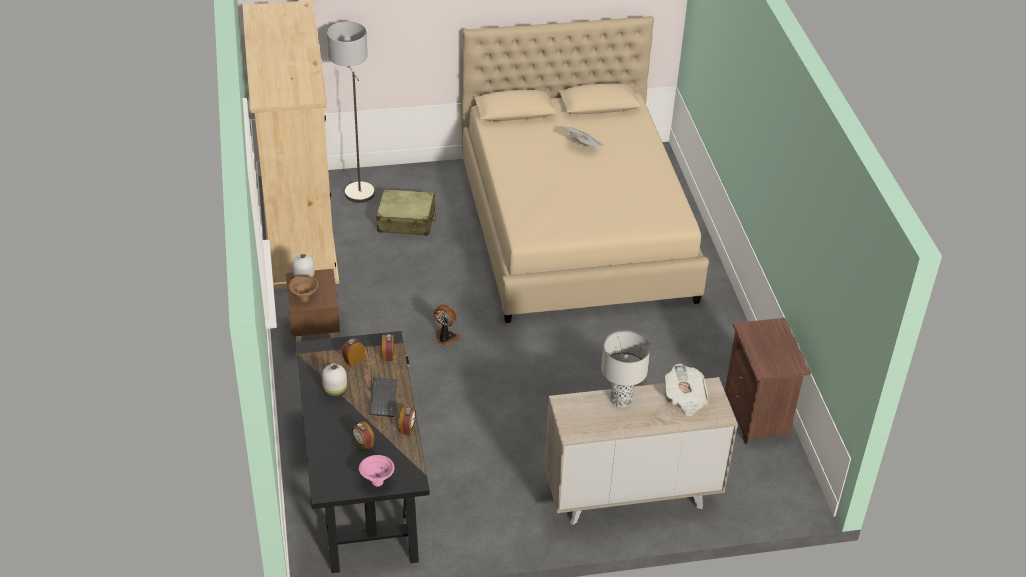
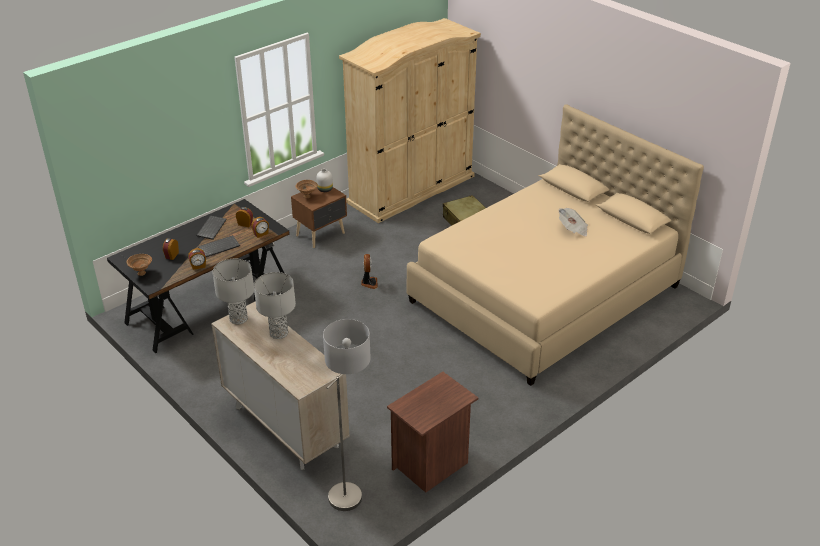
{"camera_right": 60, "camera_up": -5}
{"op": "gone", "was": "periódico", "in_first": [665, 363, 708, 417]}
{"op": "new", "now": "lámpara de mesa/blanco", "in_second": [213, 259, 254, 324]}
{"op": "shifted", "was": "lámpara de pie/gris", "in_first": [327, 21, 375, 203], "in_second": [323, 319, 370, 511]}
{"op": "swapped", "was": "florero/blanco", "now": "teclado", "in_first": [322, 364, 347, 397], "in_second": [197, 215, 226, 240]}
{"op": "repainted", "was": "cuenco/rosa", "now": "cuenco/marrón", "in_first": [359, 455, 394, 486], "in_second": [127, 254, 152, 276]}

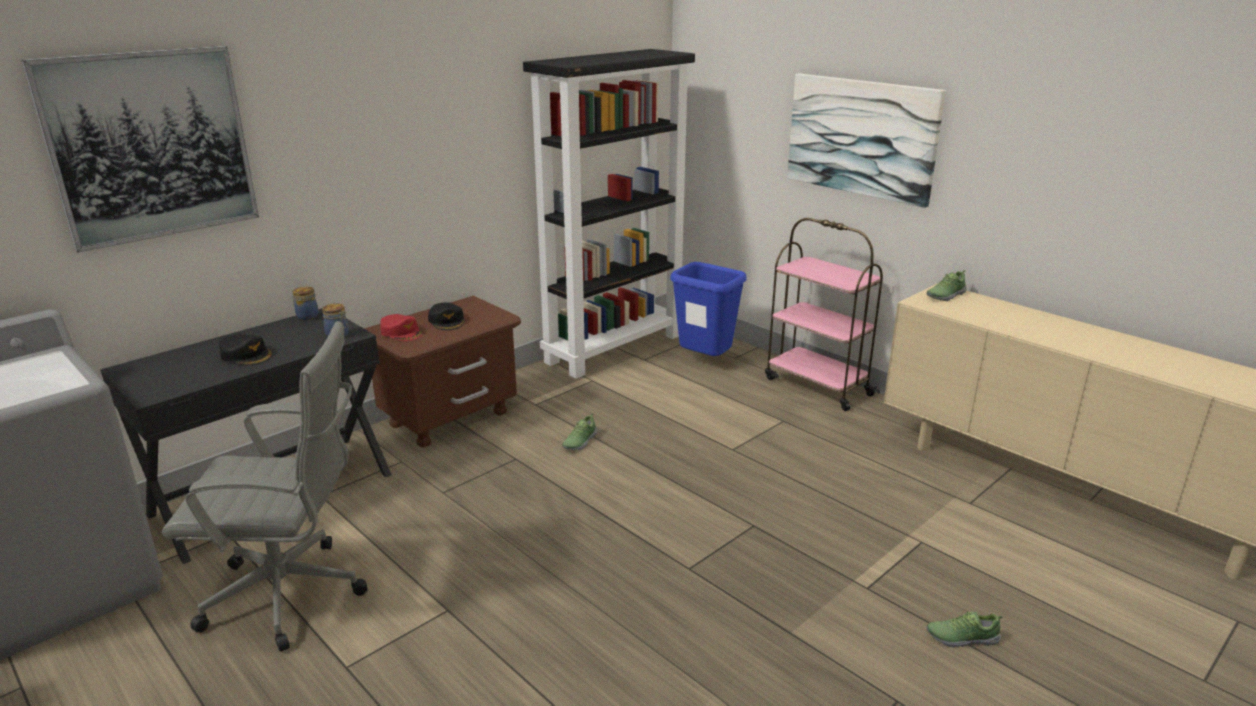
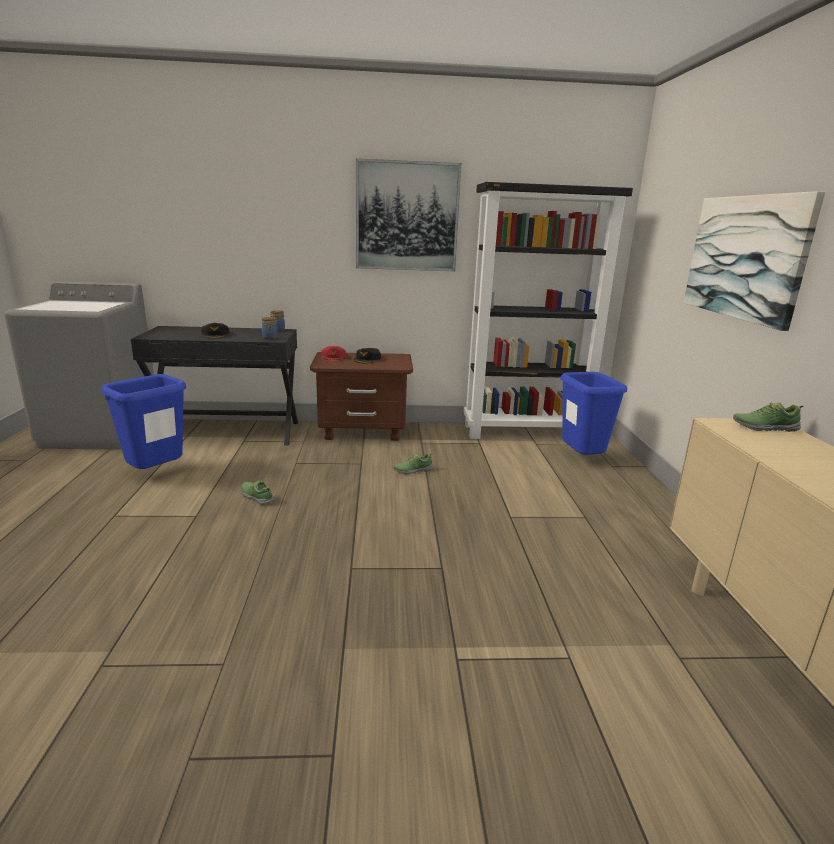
{"camera_right": 40, "camera_up": -5}
{"op": "gone", "was": "carrito/rosa", "in_first": [765, 218, 883, 411]}
{"op": "shifted", "was": "cuadro", "in_first": [21, 46, 259, 253], "in_second": [356, 158, 461, 271]}
{"op": "shifted", "was": "zapato", "in_first": [927, 611, 1003, 648], "in_second": [241, 480, 274, 505]}
{"op": "swapped", "was": "silla de oficina/gris", "now": "papelera/azul", "in_first": [162, 321, 367, 652], "in_second": [101, 374, 186, 469]}

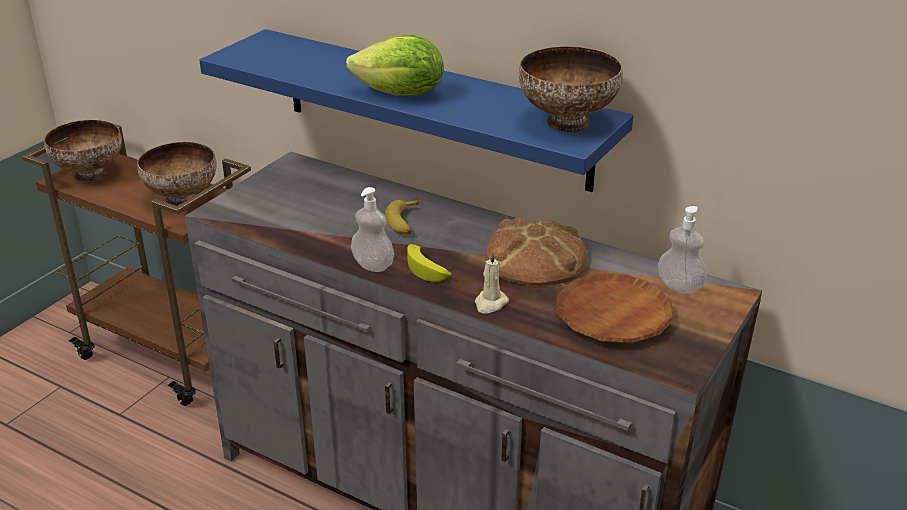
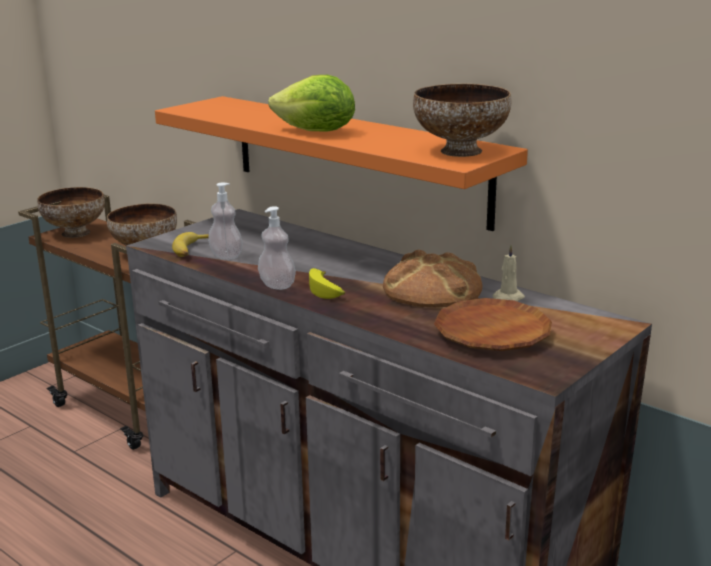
{"camera_right": 10, "camera_up": -10}
{"op": "shifted", "was": "plátano", "in_first": [385, 200, 419, 235], "in_second": [172, 232, 209, 257]}
{"op": "shifted", "was": "vela/beis", "in_first": [475, 250, 509, 314], "in_second": [493, 245, 525, 302]}
{"op": "shifted", "was": "dispensador de jabón", "in_first": [658, 206, 707, 294], "in_second": [208, 183, 243, 260]}
{"op": "repainted", "was": "estante/azul", "now": "estante/naranja", "in_first": [199, 29, 633, 192], "in_second": [155, 96, 528, 231]}

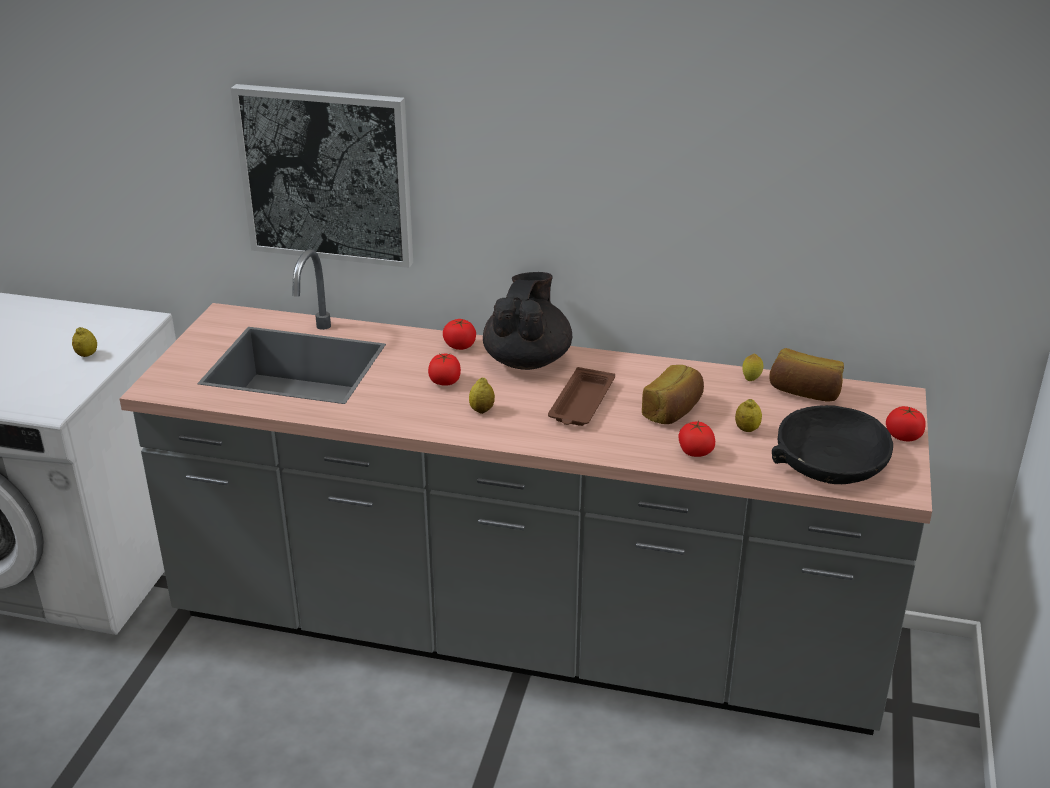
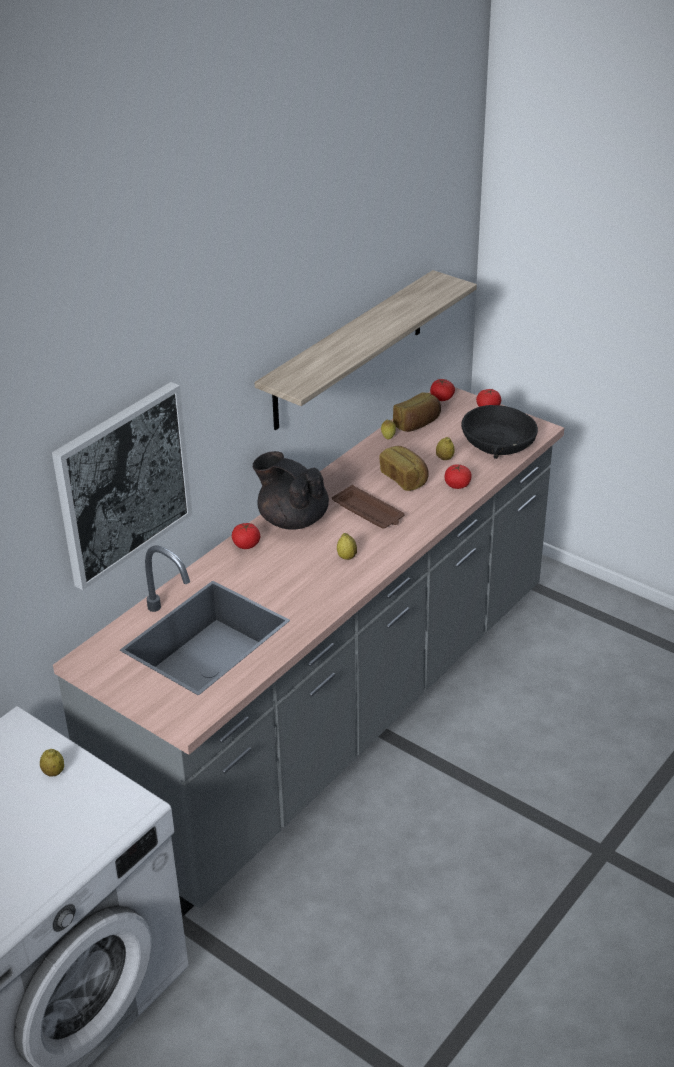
{"camera_right": -65, "camera_up": 5}
{"op": "new", "now": "estante", "in_second": [254, 270, 477, 430]}
{"op": "shifted", "was": "tomate", "in_first": [428, 354, 461, 386], "in_second": [430, 379, 455, 401]}

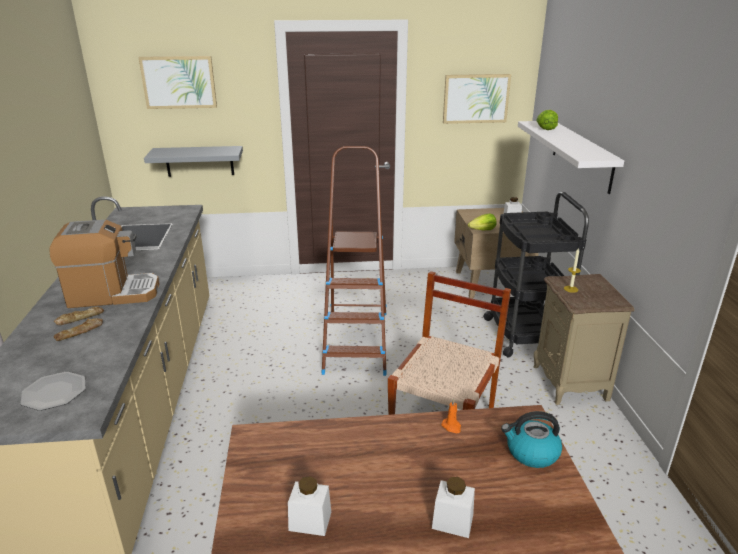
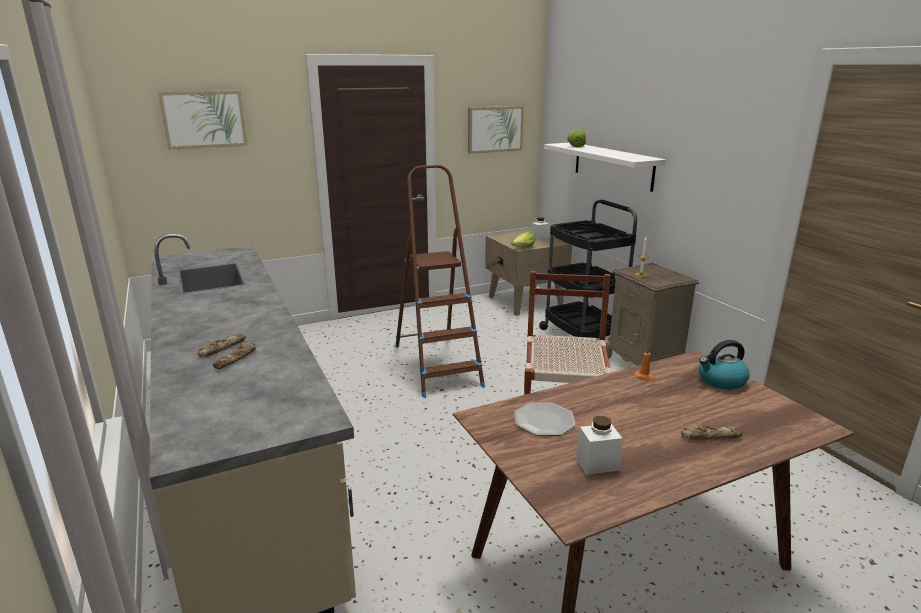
{"camera_right": -20, "camera_up": -5}
{"op": "gone", "was": "cafetera", "in_first": [50, 220, 160, 308]}
{"op": "gone", "was": "estante/gris", "in_first": [144, 146, 243, 177]}
{"op": "shifted", "was": "plato", "in_first": [21, 372, 86, 411], "in_second": [514, 402, 576, 436]}
{"op": "swapped", "was": "tarro/blanco", "now": "pan", "in_first": [432, 477, 475, 538], "in_second": [681, 426, 742, 440]}

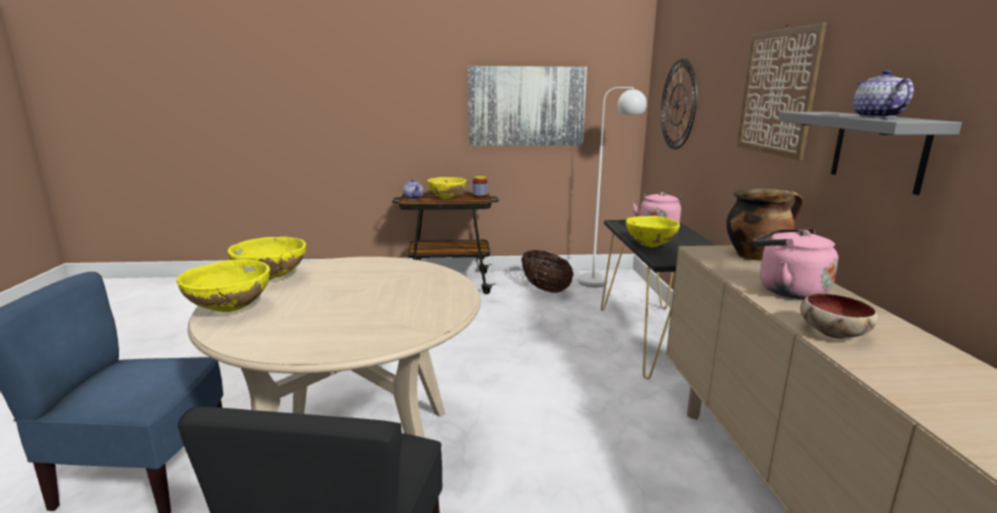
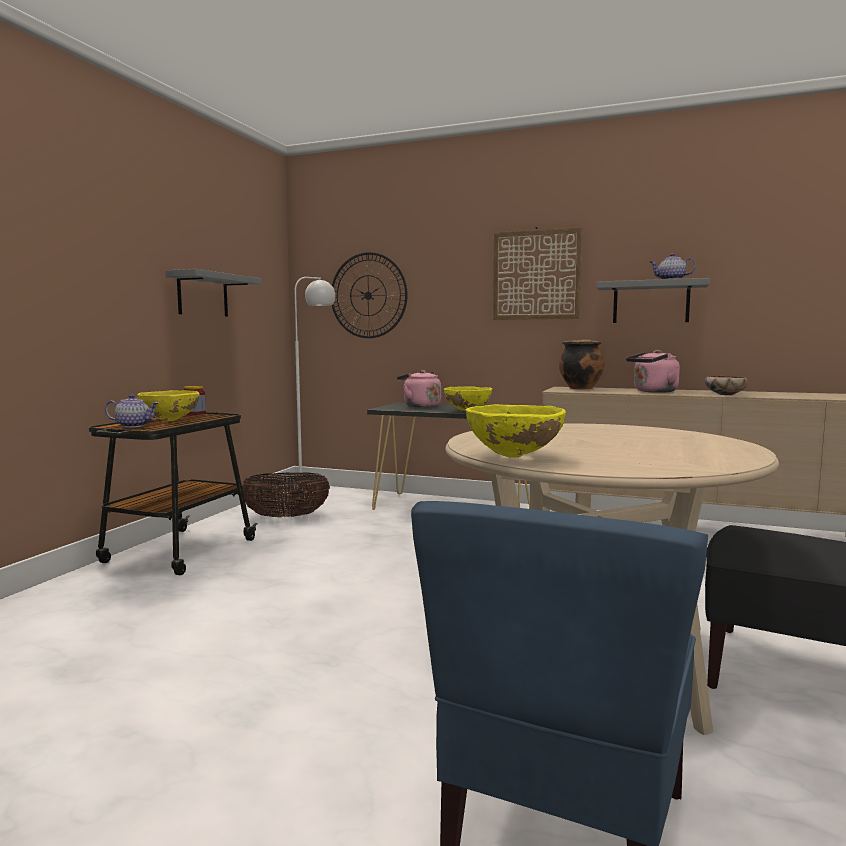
{"camera_right": -65, "camera_up": -10}
{"op": "gone", "was": "cuenco/amarillo", "in_first": [176, 259, 270, 312]}
{"op": "swapped", "was": "cuadro", "now": "estante/gris", "in_first": [468, 66, 587, 146], "in_second": [165, 269, 262, 317]}

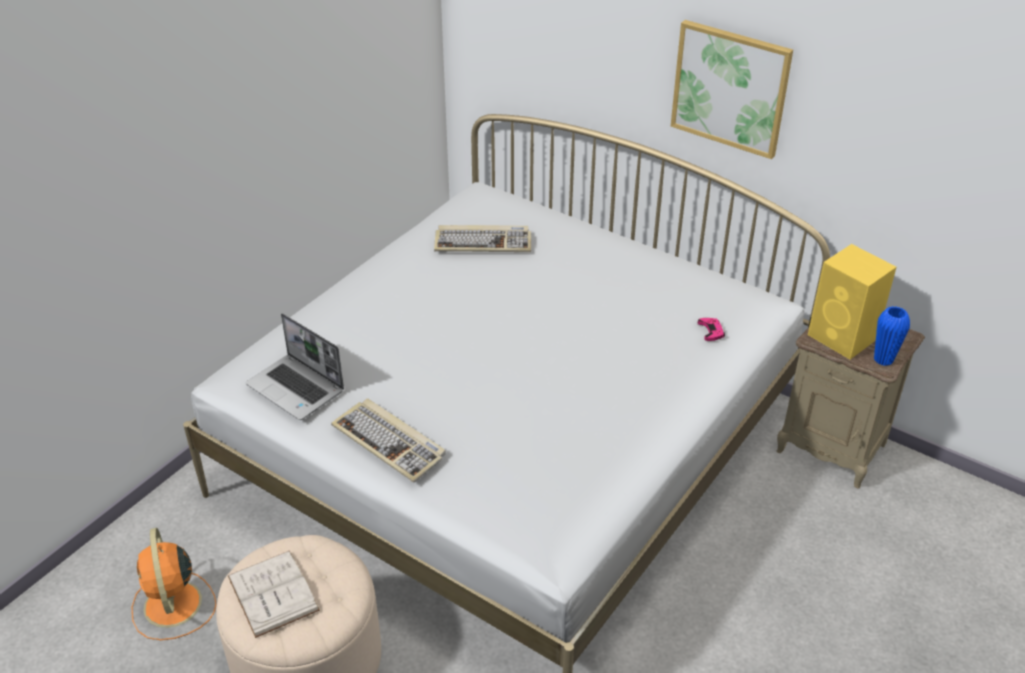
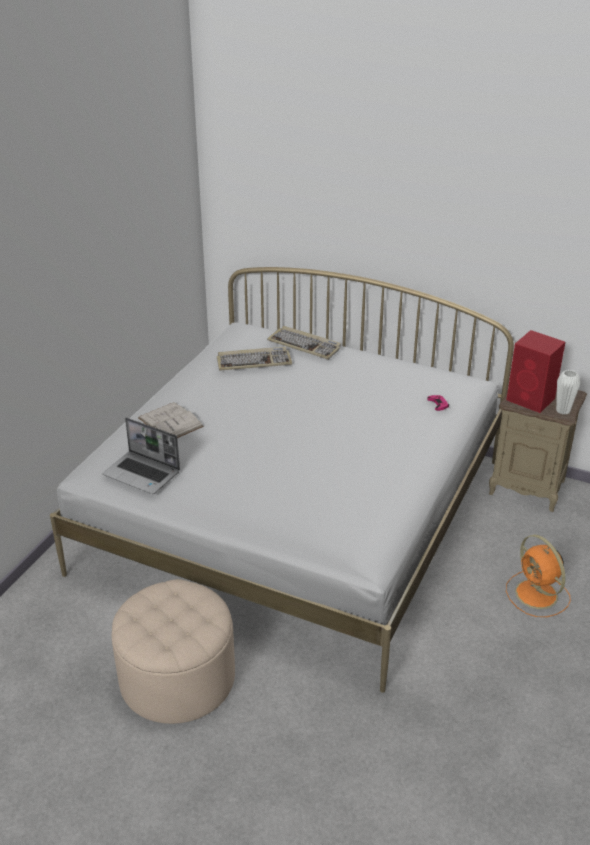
{"camera_right": -10, "camera_up": -5}
{"op": "gone", "was": "cuadro", "in_first": [671, 20, 793, 159]}
{"op": "shifted", "was": "ventilador/naranja", "in_first": [132, 528, 216, 640], "in_second": [506, 535, 571, 617]}
{"op": "shifted", "was": "libro/blanco", "in_first": [228, 551, 320, 638], "in_second": [138, 402, 204, 438]}
{"op": "shifted", "was": "teclado", "in_first": [331, 398, 446, 483], "in_second": [267, 326, 341, 360]}
{"op": "repainted", "was": "altavoz/amarillo", "now": "altavoz/rojo", "in_first": [808, 244, 897, 359], "in_second": [506, 330, 565, 413]}
{"op": "repainted", "was": "florero/azul", "now": "florero/blanco", "in_first": [874, 306, 910, 366], "in_second": [556, 370, 580, 415]}

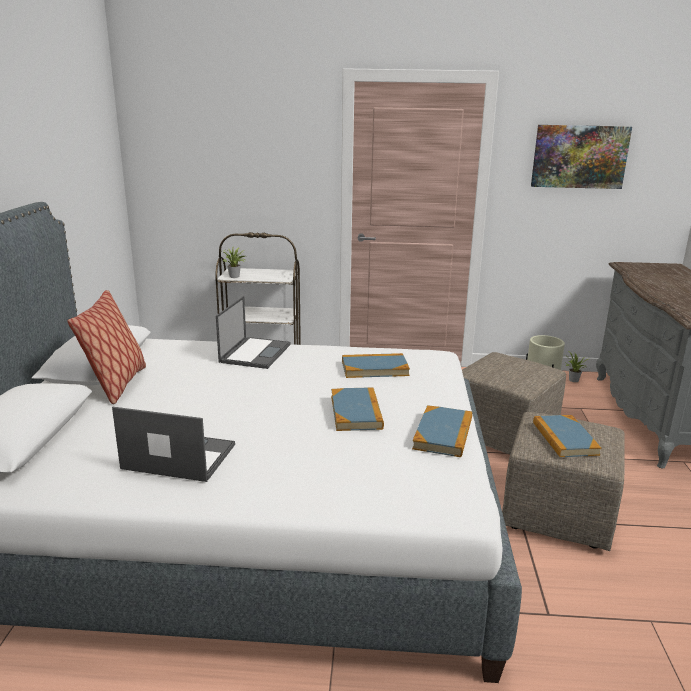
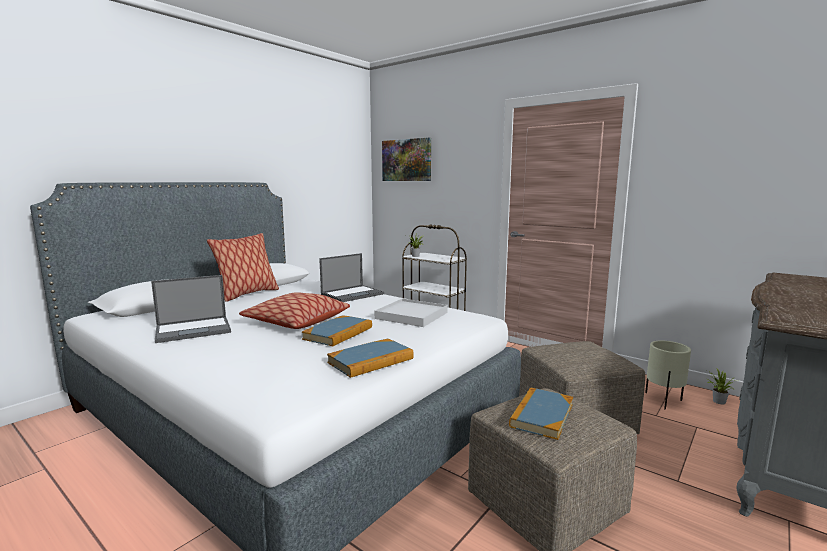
{"camera_right": 35, "camera_up": -10}
{"op": "new", "now": "cojín", "in_second": [239, 292, 350, 329]}
{"op": "shifted", "was": "cuadro", "in_first": [531, 125, 632, 189], "in_second": [382, 138, 431, 181]}
{"op": "swapped", "was": "libro", "now": "bandeja/blanco", "in_first": [342, 353, 410, 378], "in_second": [375, 299, 448, 327]}
{"op": "rotated", "was": "portátil", "in_first": [112, 407, 235, 482], "in_second": [151, 275, 231, 343], "clockwise": 105}

